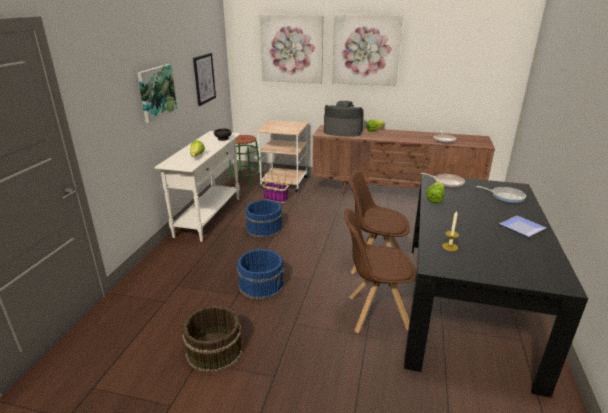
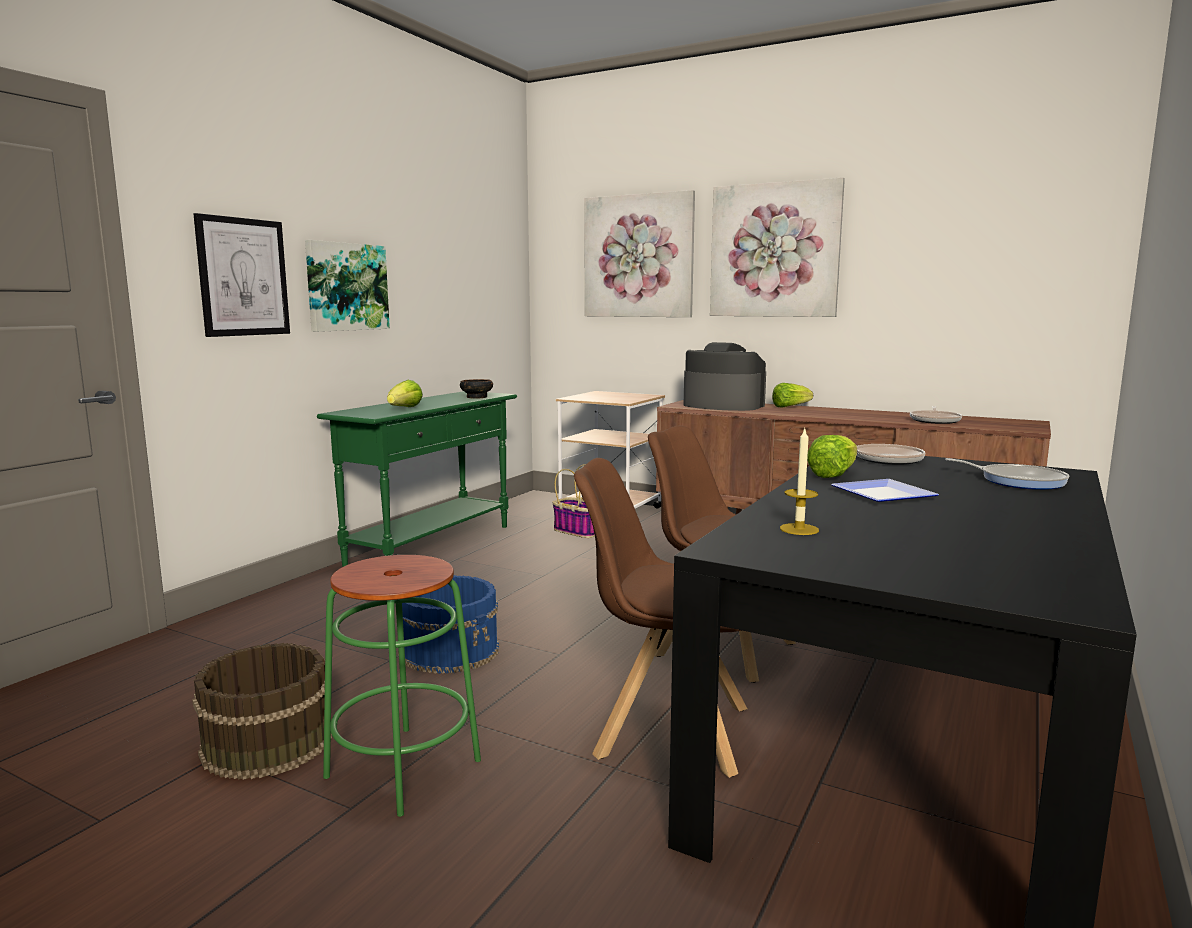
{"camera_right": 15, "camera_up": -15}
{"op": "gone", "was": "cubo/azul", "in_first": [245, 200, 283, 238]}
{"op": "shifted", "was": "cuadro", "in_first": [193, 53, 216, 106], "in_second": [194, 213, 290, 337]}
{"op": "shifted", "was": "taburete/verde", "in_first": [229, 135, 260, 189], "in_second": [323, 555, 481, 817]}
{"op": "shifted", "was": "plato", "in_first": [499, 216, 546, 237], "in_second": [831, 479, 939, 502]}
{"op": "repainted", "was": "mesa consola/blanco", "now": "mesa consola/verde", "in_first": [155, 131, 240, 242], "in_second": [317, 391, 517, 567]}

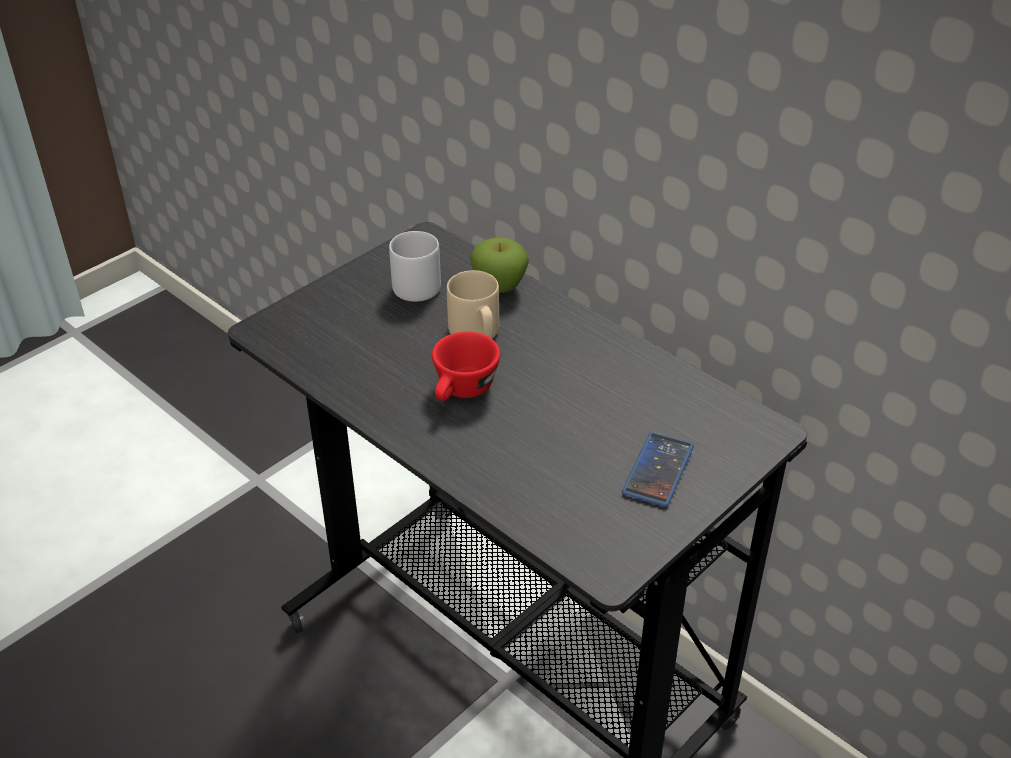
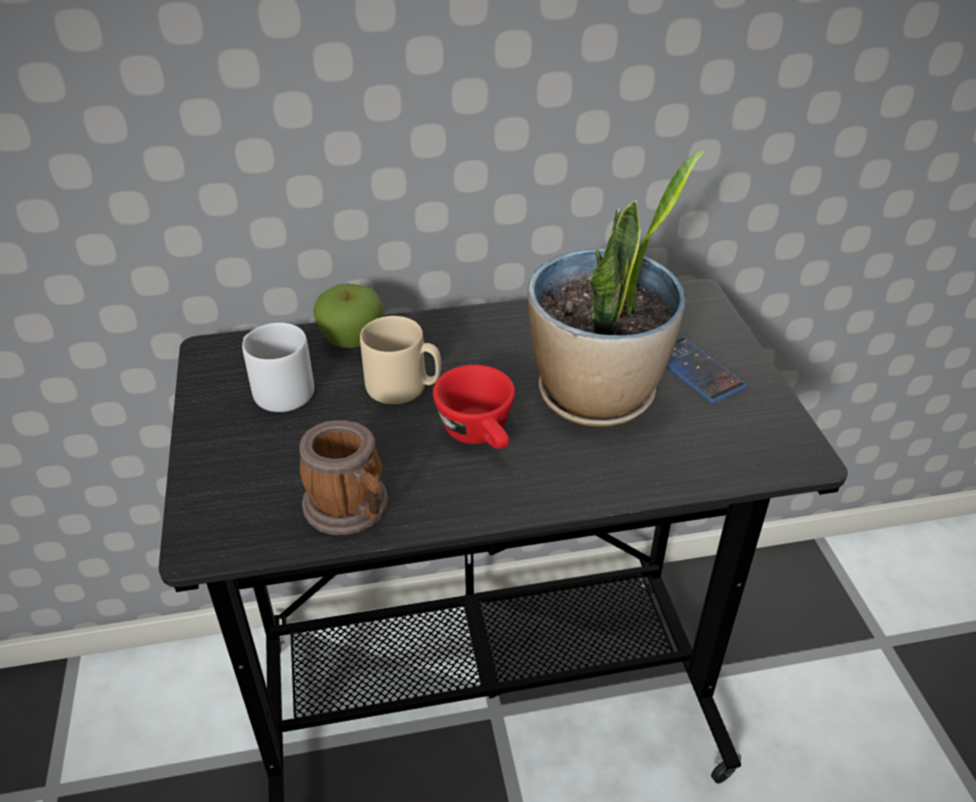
{"camera_right": -55, "camera_up": 0}
{"op": "new", "now": "taza grande", "in_second": [299, 420, 388, 535]}
{"op": "new", "now": "planta en maceta", "in_second": [527, 150, 705, 427]}

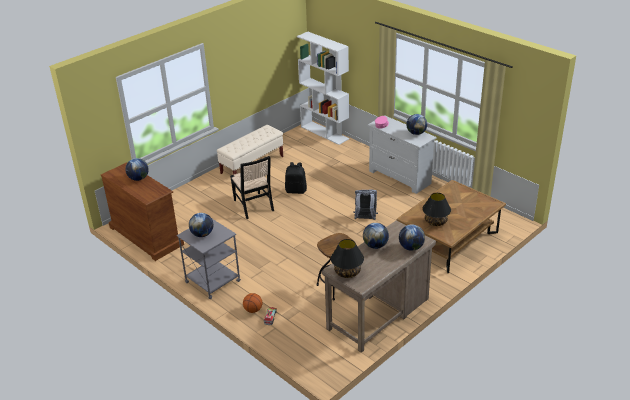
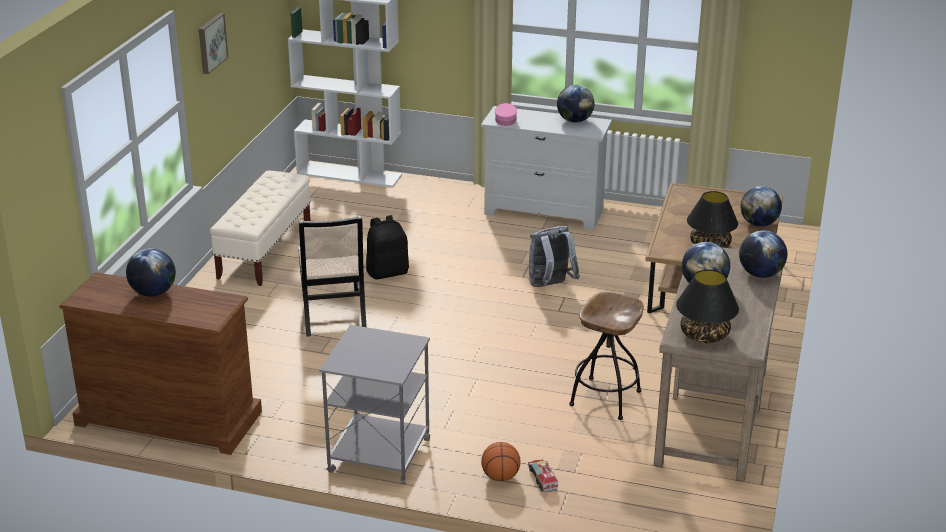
{"camera_right": -30, "camera_up": -5}
{"op": "new", "now": "cuadro", "in_second": [199, 13, 228, 74]}
{"op": "shifted", "was": "globo terráqueo", "in_first": [189, 213, 213, 237], "in_second": [741, 186, 782, 227]}
{"op": "rotated", "was": "silla", "in_first": [230, 156, 274, 219], "in_second": [298, 216, 367, 337], "clockwise": 45}

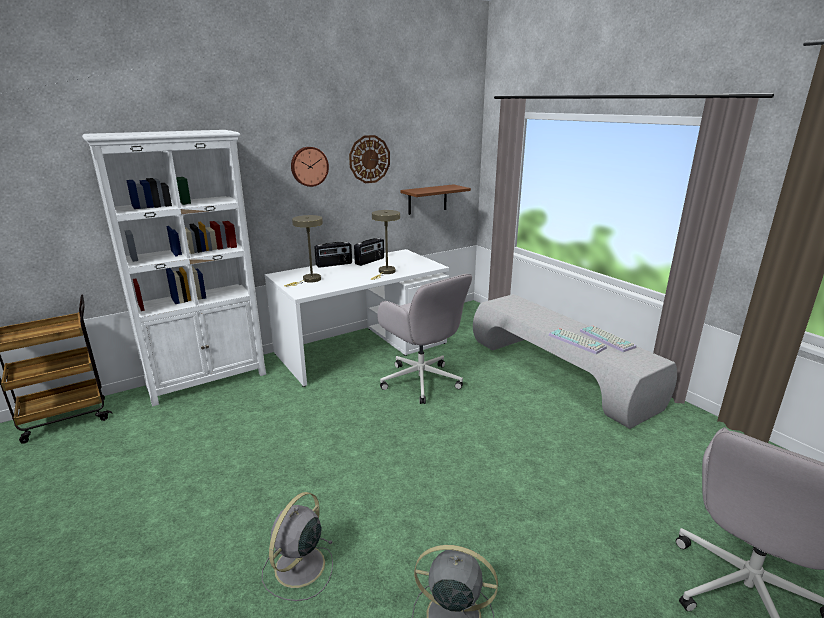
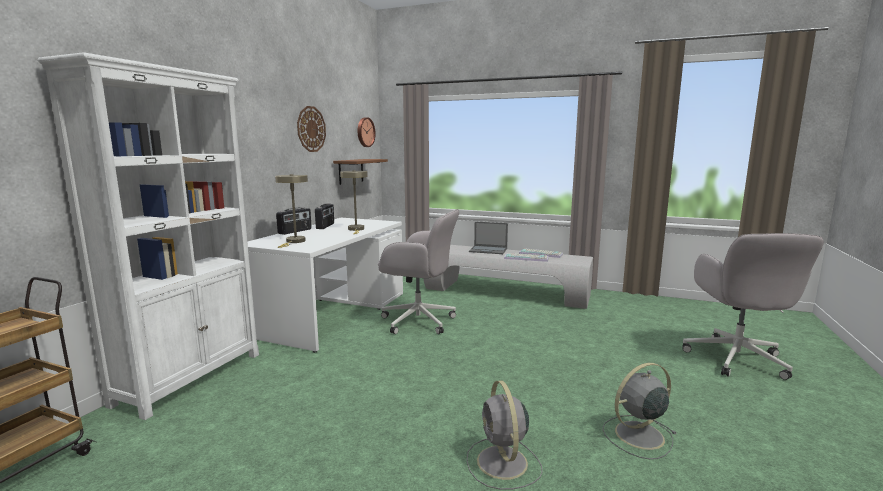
{"camera_right": -35, "camera_up": -10}
{"op": "new", "now": "portátil", "in_second": [469, 222, 508, 254]}
{"op": "shifted", "was": "reloj de pared", "in_first": [291, 147, 329, 187], "in_second": [358, 117, 376, 147]}

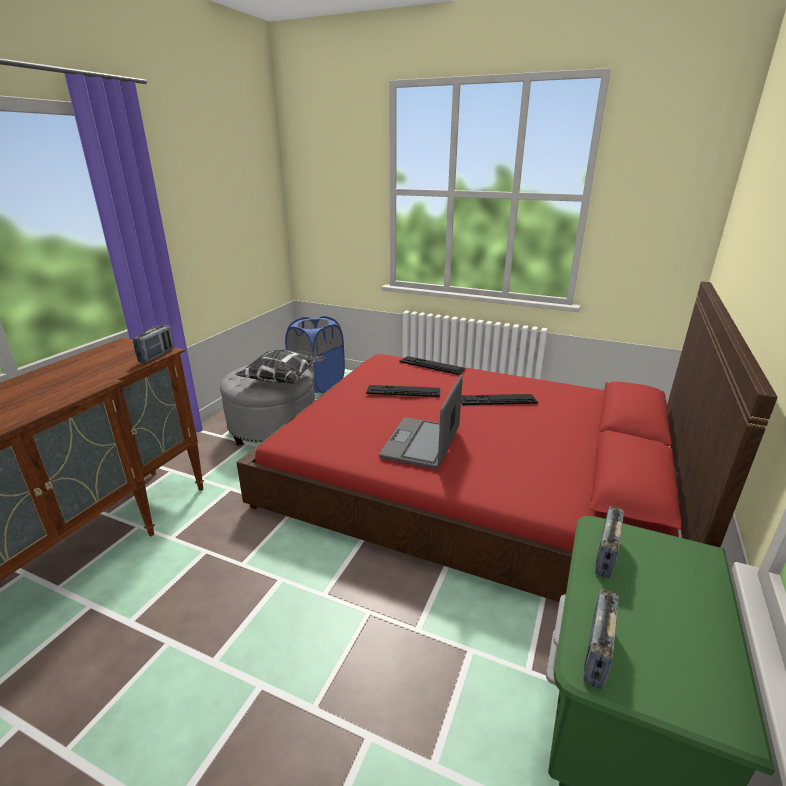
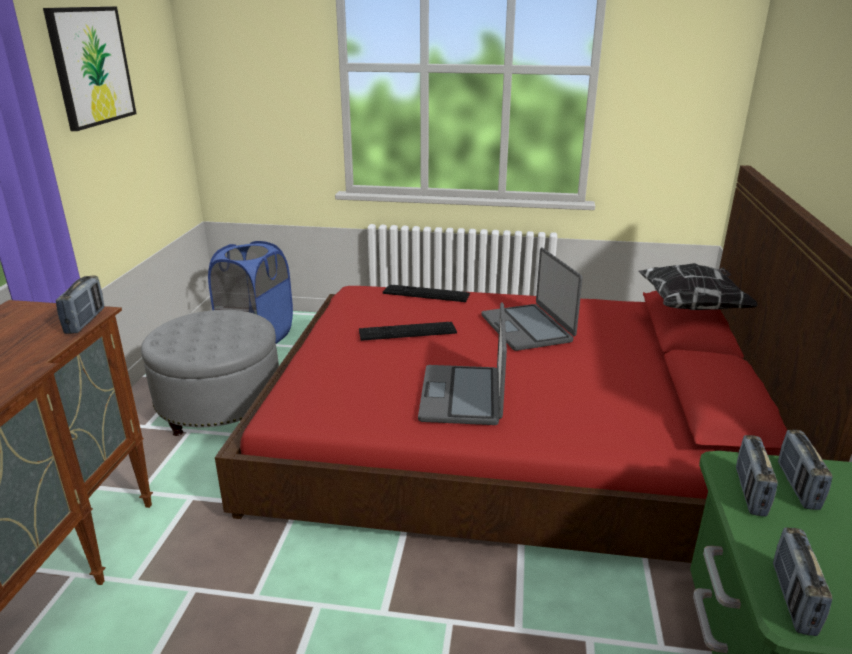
{"camera_right": -15, "camera_up": 0}
{"op": "new", "now": "cuadro", "in_second": [43, 6, 136, 131]}
{"op": "new", "now": "radio", "in_second": [778, 430, 833, 510]}
{"op": "shifted", "was": "cojín", "in_first": [236, 350, 325, 383], "in_second": [638, 263, 757, 310]}
{"op": "swapped", "was": "teclado", "now": "portátil", "in_first": [461, 394, 538, 405], "in_second": [481, 248, 583, 351]}

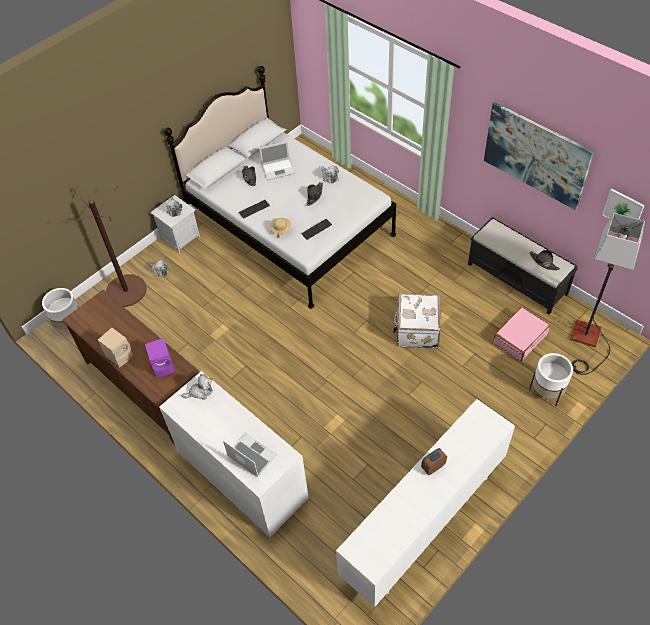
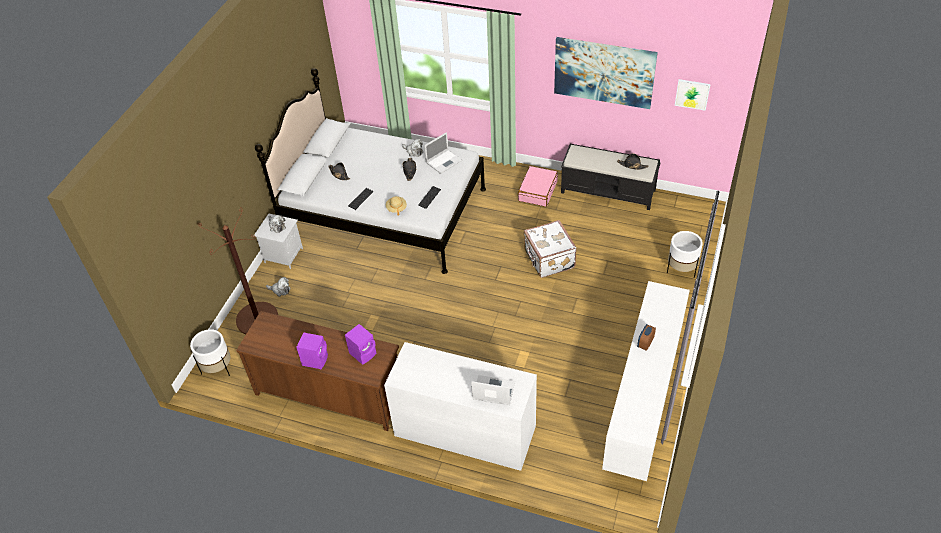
{"camera_right": -25, "camera_up": -5}
{"op": "gone", "was": "peluche", "in_first": [182, 374, 213, 400]}
{"op": "gone", "was": "lámpara de pie", "in_first": [570, 213, 645, 375]}
{"op": "shifted", "was": "portátil", "in_first": [259, 141, 295, 180], "in_second": [424, 132, 462, 174]}
{"op": "shifted", "was": "maleta/rosa", "in_first": [493, 307, 550, 361], "in_second": [518, 166, 558, 207]}
{"op": "repainted", "was": "altavoz/beis", "now": "altavoz/morado", "in_first": [98, 328, 133, 368], "in_second": [296, 332, 328, 369]}

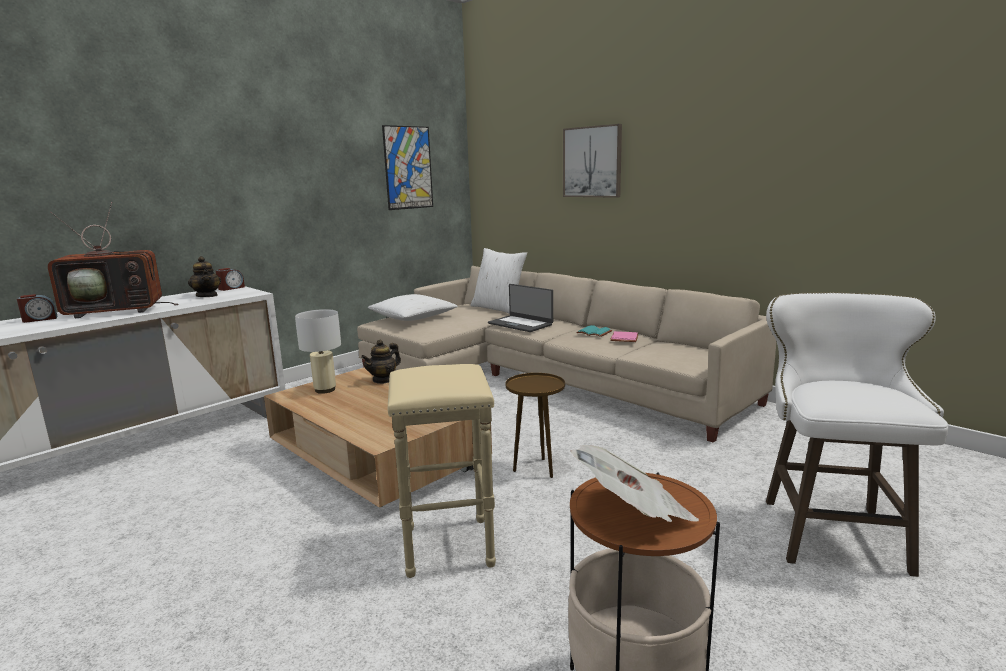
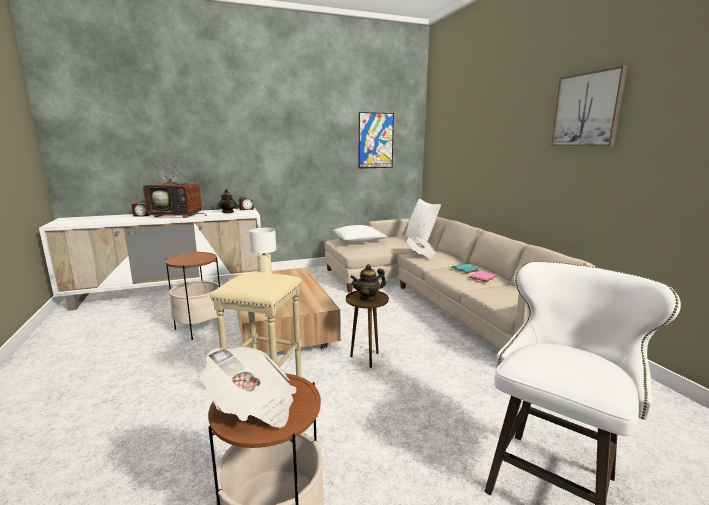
{"camera_right": 25, "camera_up": 0}
{"op": "new", "now": "mesa auxiliar", "in_second": [165, 252, 220, 340]}
{"op": "shifted", "was": "tetera", "in_first": [361, 340, 401, 384], "in_second": [350, 264, 386, 302]}
{"op": "shifted", "was": "cuadro", "in_first": [563, 124, 622, 198], "in_second": [551, 66, 627, 146]}
{"op": "swapped", "was": "portátil", "now": "periódico", "in_first": [488, 284, 553, 332], "in_second": [407, 235, 437, 259]}

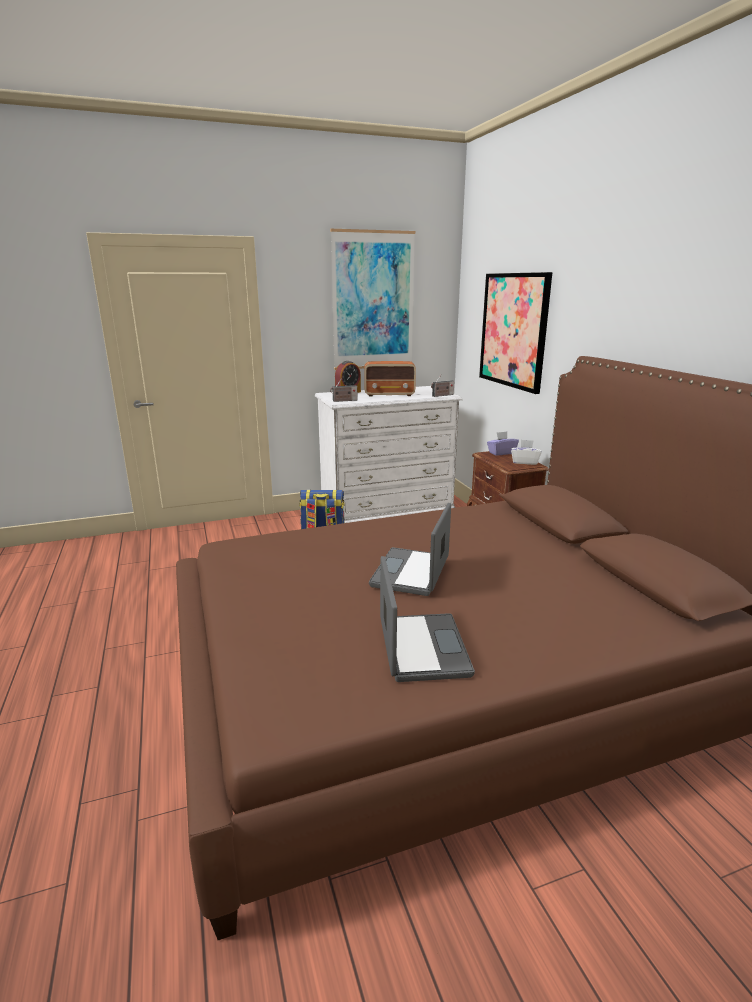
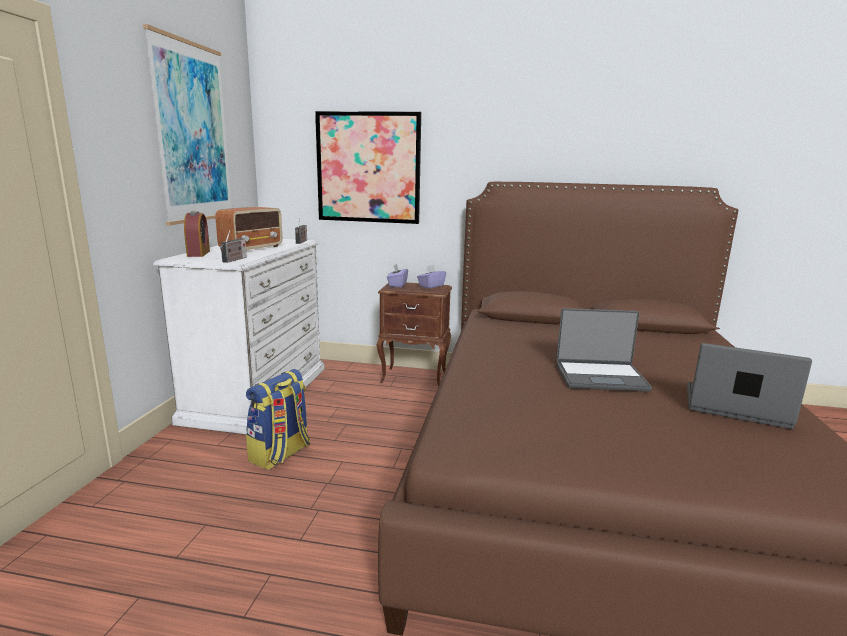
{"camera_right": -60, "camera_up": -5}
{"op": "repainted", "was": "caja de pañuelos/blanco", "now": "caja de pañuelos/morado", "in_first": [511, 440, 542, 465], "in_second": [417, 265, 446, 289]}
{"op": "rotated", "was": "portátil", "in_first": [369, 503, 451, 596], "in_second": [556, 308, 652, 391], "clockwise": -45}

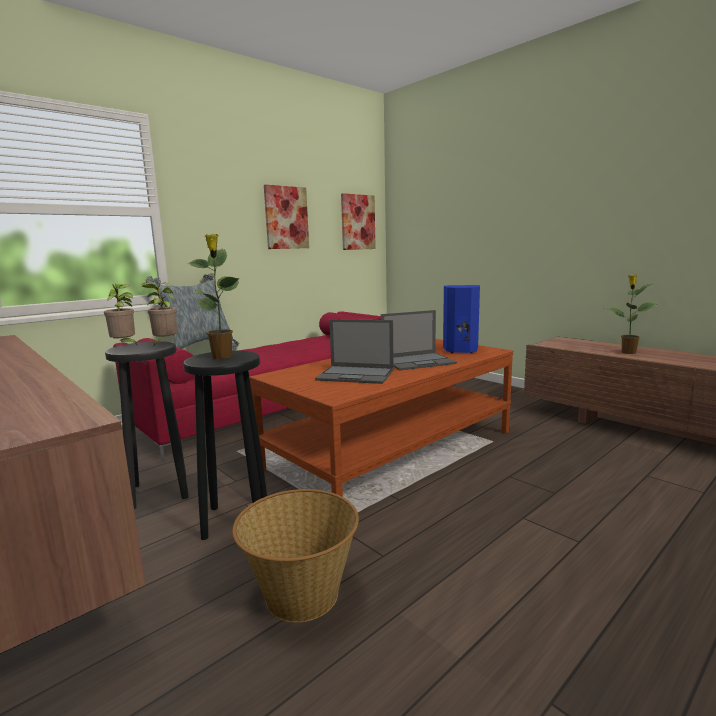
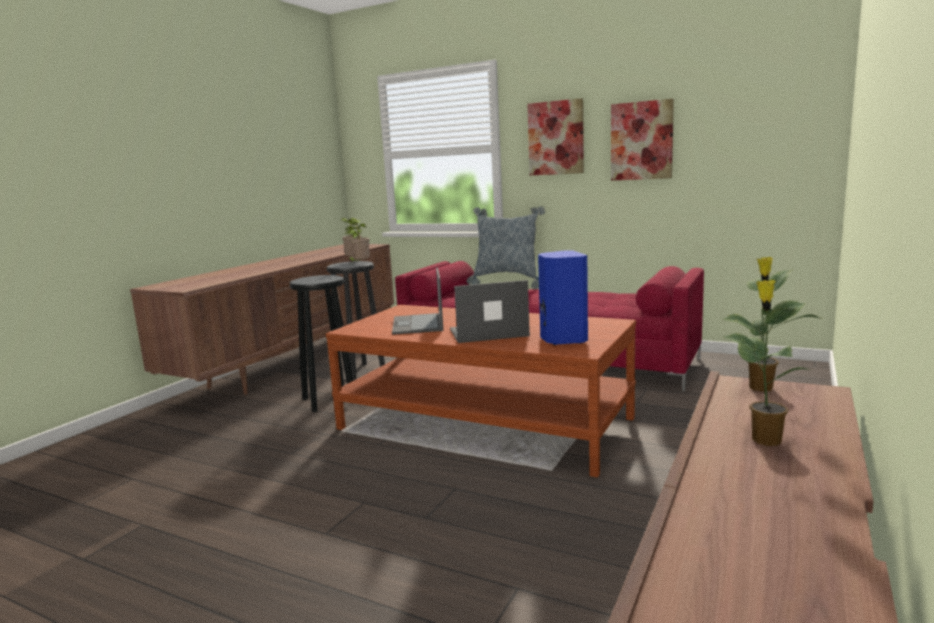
{"camera_right": 70, "camera_up": 0}
{"op": "gone", "was": "cesta", "in_first": [232, 489, 359, 623]}
{"op": "shifted", "was": "planta en maceta", "in_first": [187, 234, 240, 359], "in_second": [723, 257, 805, 392]}
{"op": "shifted", "was": "cuadro", "in_first": [341, 193, 376, 250], "in_second": [527, 98, 584, 175]}
{"op": "rotated", "was": "portátil", "in_first": [381, 310, 457, 370], "in_second": [450, 280, 530, 343], "clockwise": 120}

